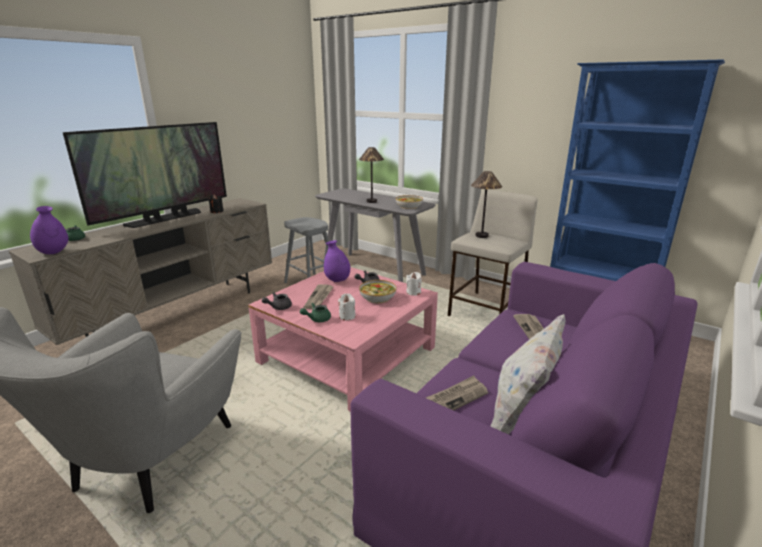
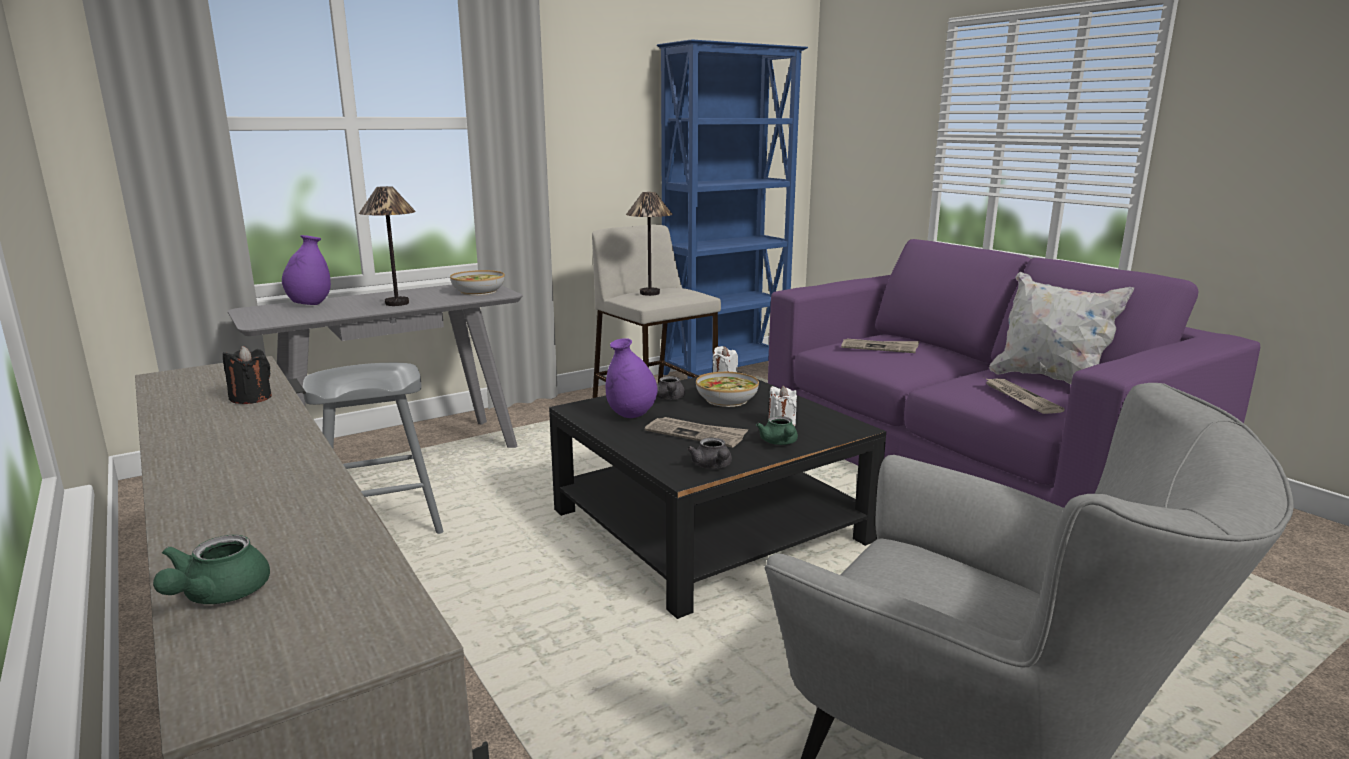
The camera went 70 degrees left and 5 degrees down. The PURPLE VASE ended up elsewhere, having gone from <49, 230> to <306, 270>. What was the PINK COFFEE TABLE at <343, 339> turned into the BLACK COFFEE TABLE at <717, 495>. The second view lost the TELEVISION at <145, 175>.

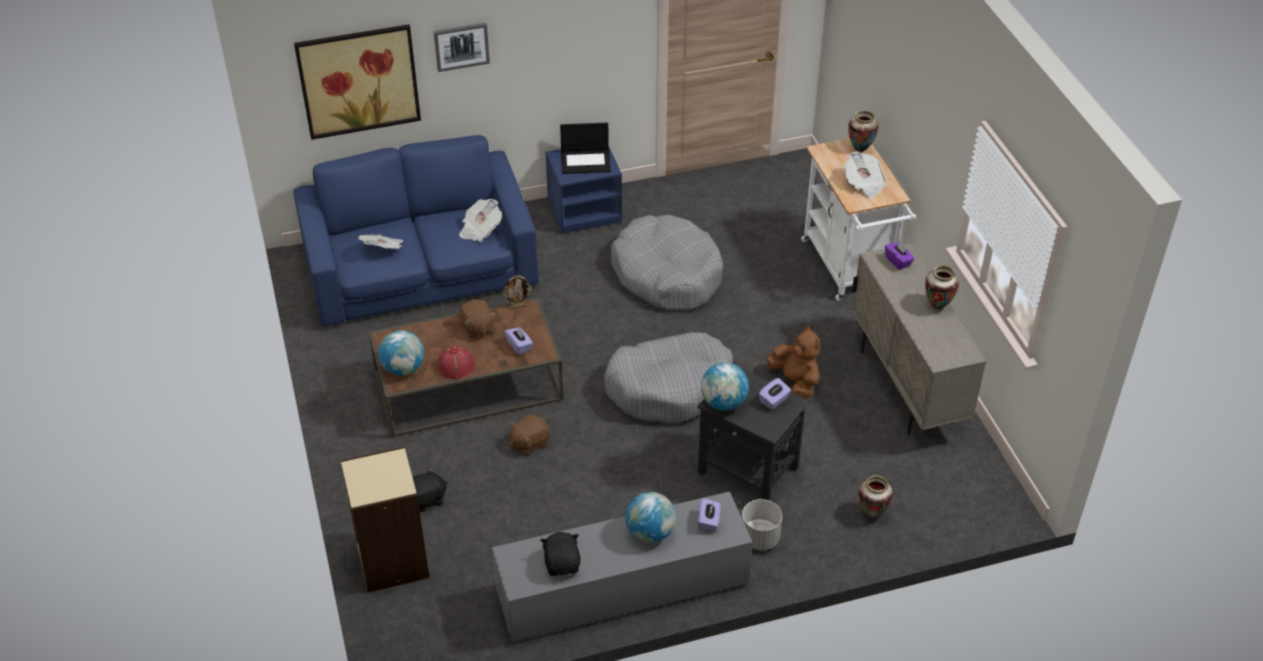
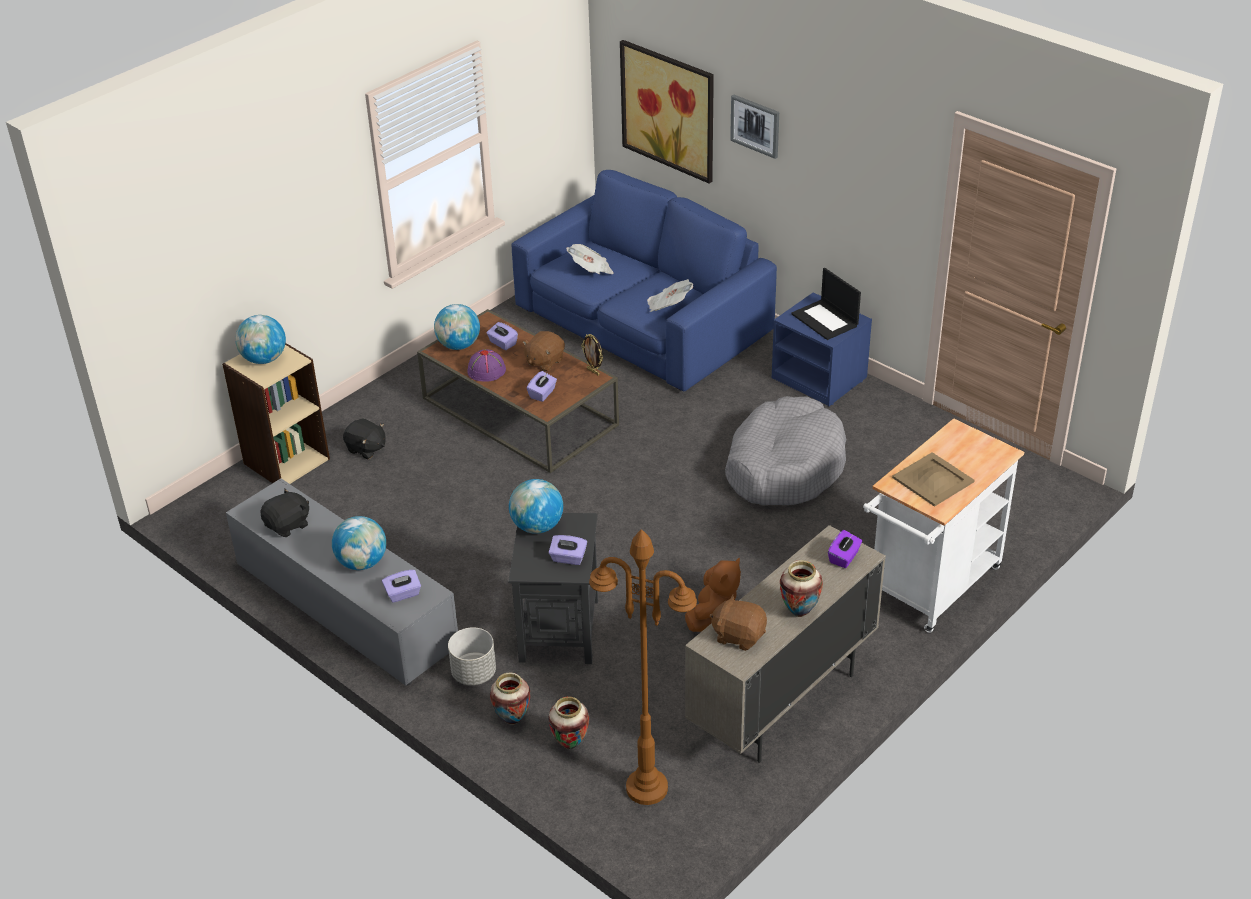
The camera went 60 degrees right and 5 degrees down. The second view gained the GLOBE at <260, 339>. What was the RED HAT at <456, 362> turned into the PURPLE HAT at <486, 365>. The second view gained the PURPLE TISSUE BOX at <502, 336>. The VASE ended up elsewhere, having gone from <863, 131> to <510, 698>. The second view gained the BROWN FLOOR LAMP at <643, 667>. The BROWN PLUSH TOY ended up elsewhere, having gone from <529, 434> to <738, 622>. Where the NEWSPAPER stood at <865, 175>, the BEIGE TRAY came to stand at <933, 479>. The second view lost the GREY DOG BED at <668, 378>.

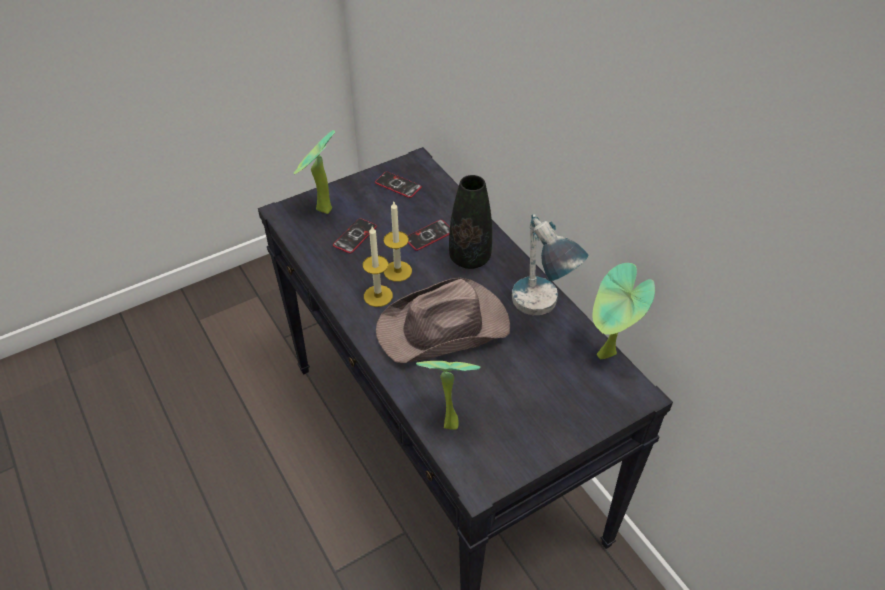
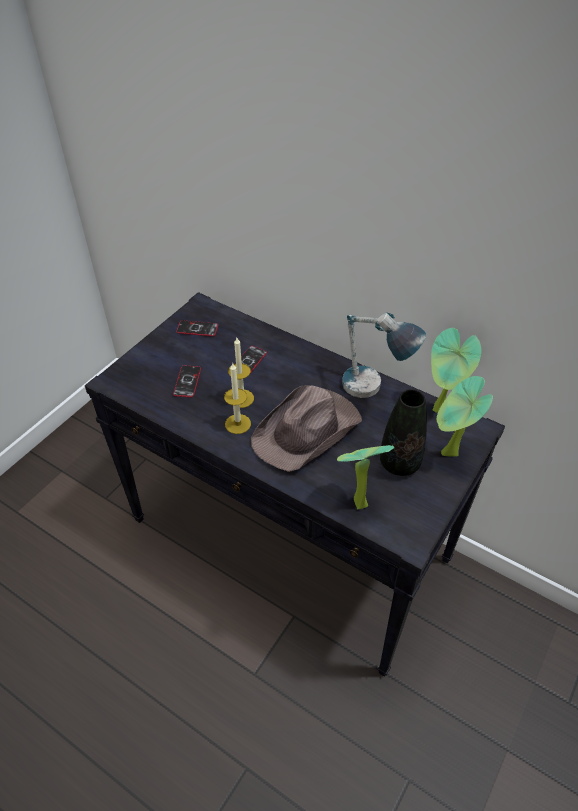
The camera went 25 degrees left and 0 degrees up. The BLACK VASE ended up elsewhere, having gone from <470, 222> to <403, 432>. The POTTED PLANT ended up elsewhere, having gone from <314, 172> to <465, 416>.

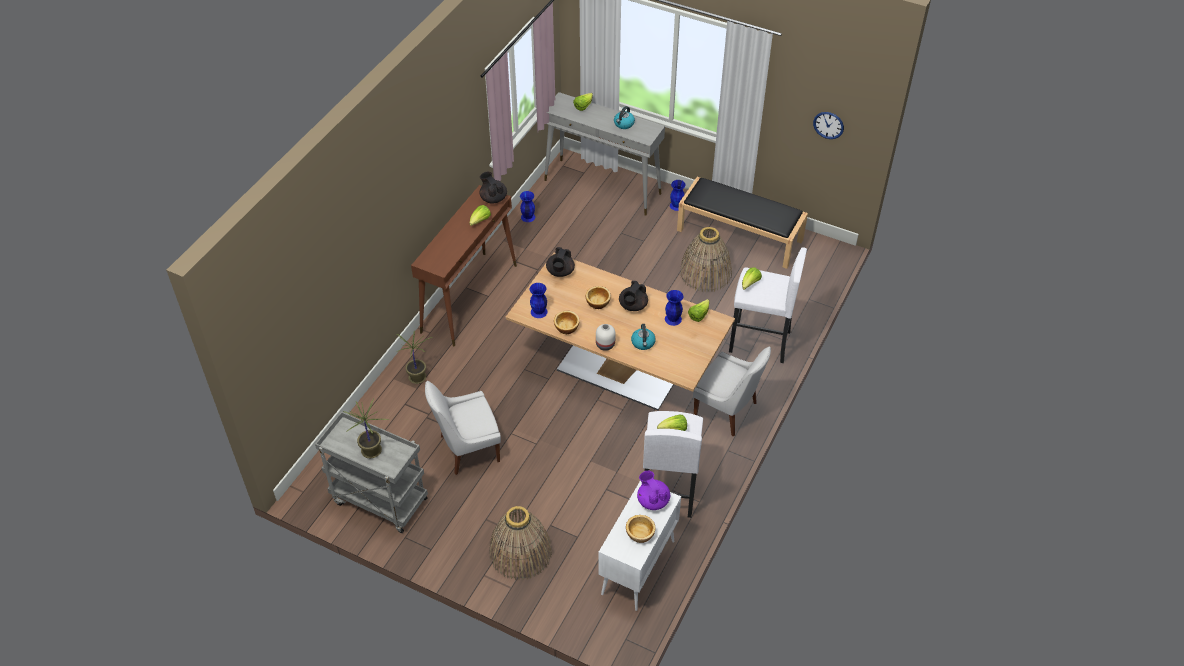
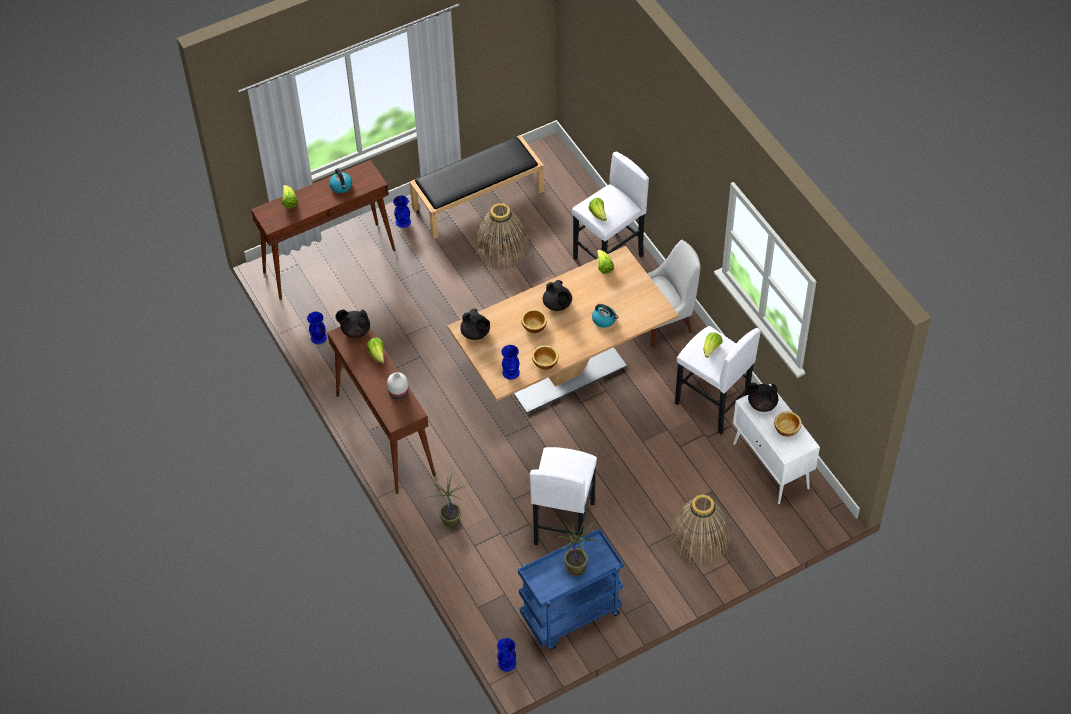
The camera went 55 degrees left and 5 degrees up. What was the GREY CONSOLE TABLE at <604, 154> turned into the BROWN CONSOLE TABLE at <323, 230>. The WHITE VASE ended up elsewhere, having gone from <606, 337> to <397, 385>. The BLUE VASE ended up elsewhere, having gone from <674, 308> to <506, 655>. What was the GREY CART at <371, 472> turned into the BLUE CART at <571, 589>. Where the WHITE CHAIR stood at <463, 428>, the WHITE STOOL came to stand at <563, 496>. What was the PURPLE TEAPOT at <653, 490> turned into the BLACK TEAPOT at <762, 397>. The second view lost the WALL CLOCK at <828, 125>.

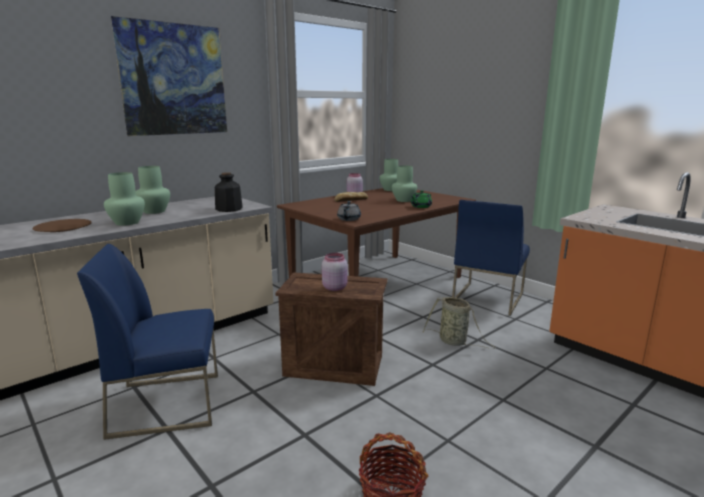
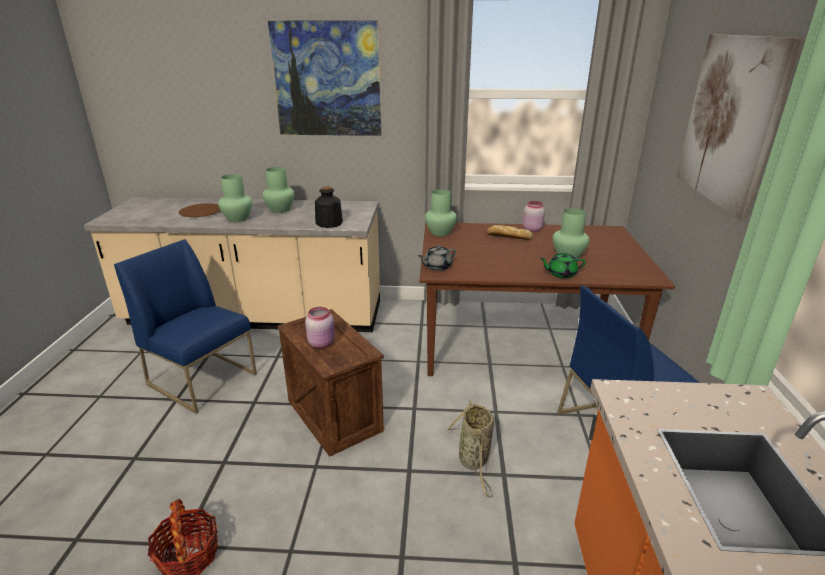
The camera went 45 degrees right and 10 degrees up. The GREEN VASE ended up elsewhere, having gone from <388, 175> to <441, 212>. The second view gained the PICTURE at <739, 127>.

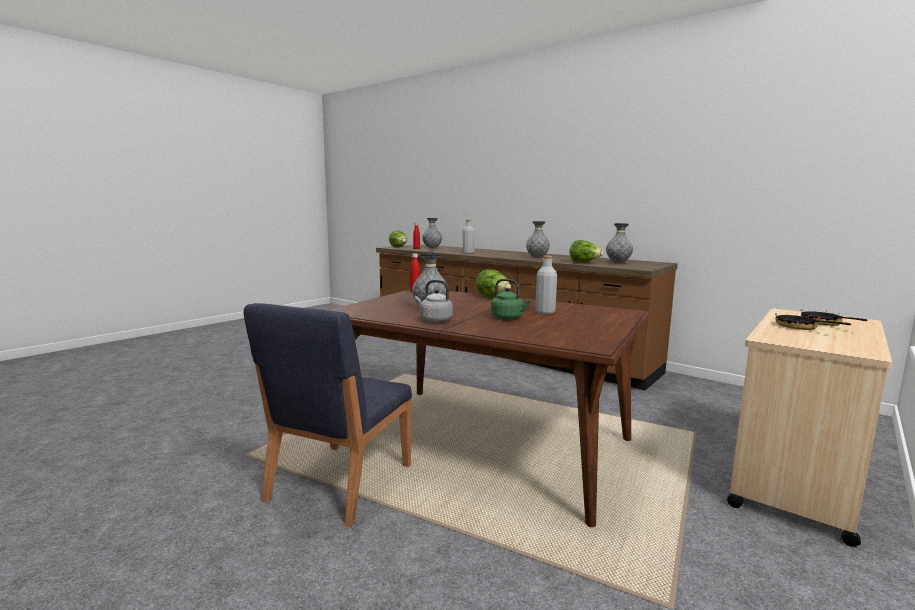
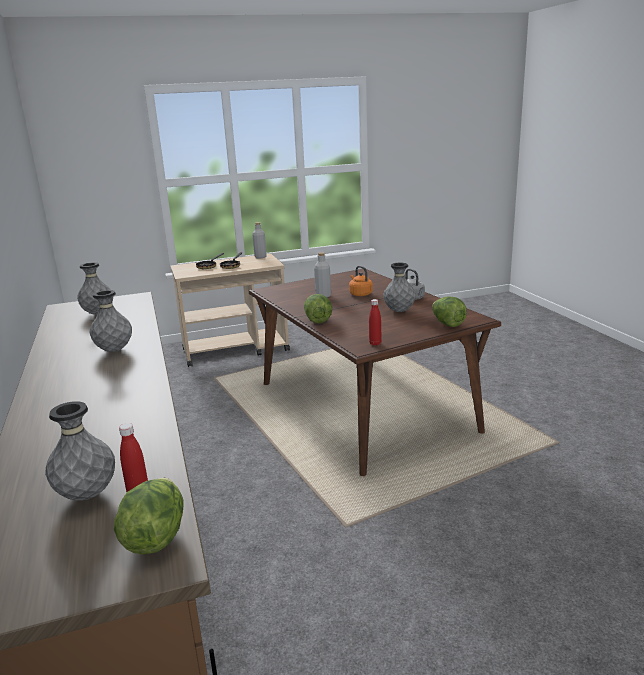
The camera went 145 degrees left and 10 degrees up. The GREY BOTTLE ended up elsewhere, having gone from <468, 237> to <260, 240>. What was the GREEN KETTLE at <511, 299> turned into the ORANGE KETTLE at <361, 281>. The LETTUCE ended up elsewhere, having gone from <586, 251> to <449, 311>. The second view lost the BLUE CHAIR at <328, 415>.

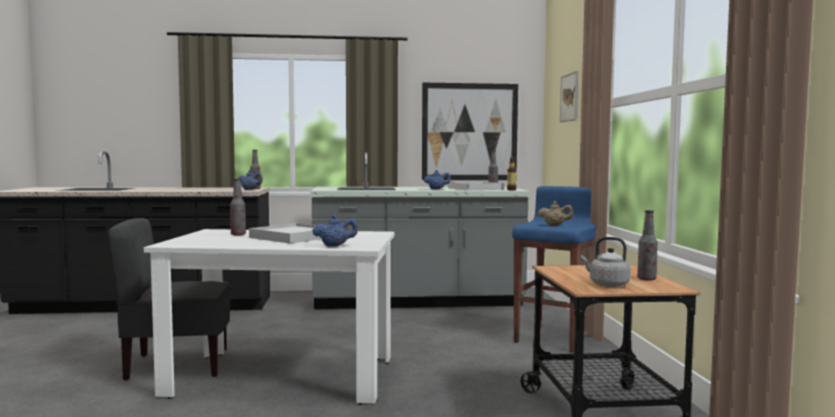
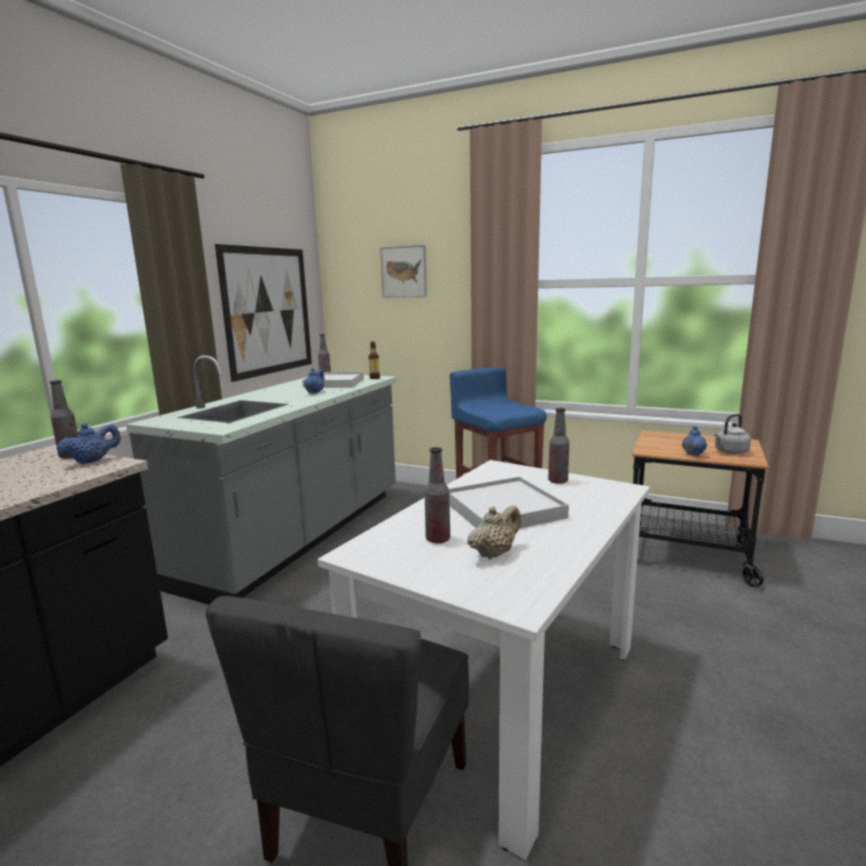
The camera went 60 degrees left and 10 degrees up. The BEIGE TEAPOT ended up elsewhere, having gone from <555, 213> to <494, 532>. The BOTTLE ended up elsewhere, having gone from <647, 245> to <558, 446>. The BLUE TEAPOT ended up elsewhere, having gone from <335, 231> to <694, 441>.

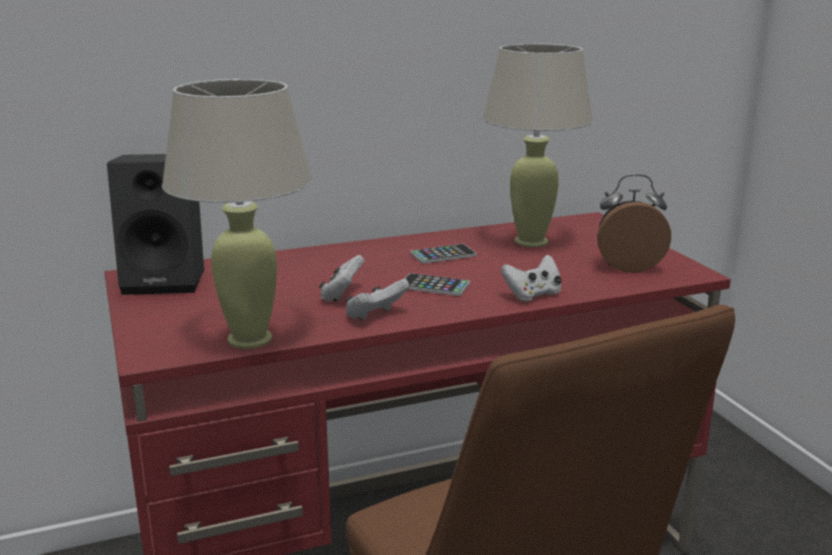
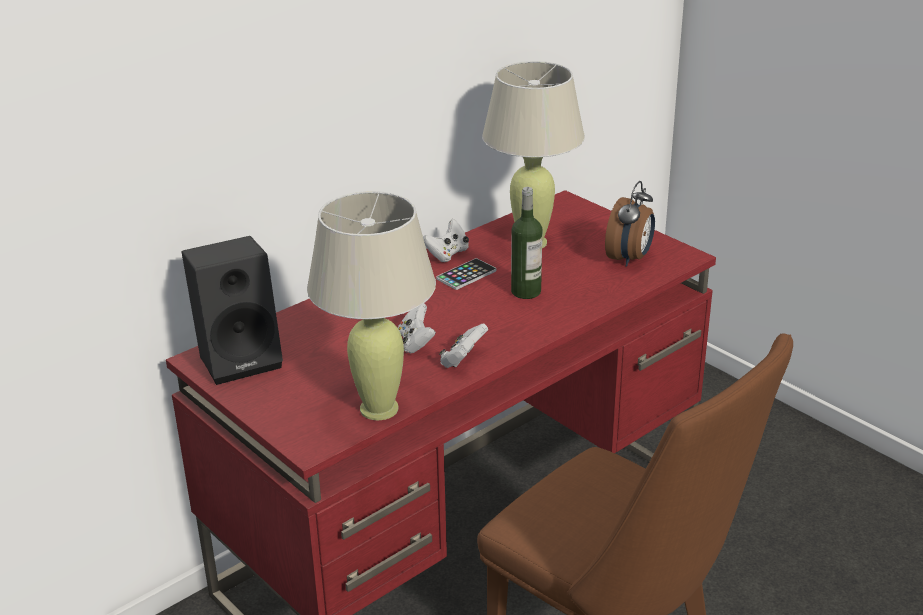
The camera went 20 degrees left and 10 degrees up. The WHITE GAME CONTROLLER ended up elsewhere, having gone from <531, 277> to <446, 240>. The second view gained the BOTTLE at <526, 243>. The ALARM CLOCK at <634, 223> ended up facing another way, 135 degrees clockwise from before. The second view lost the PHONE at <437, 284>.

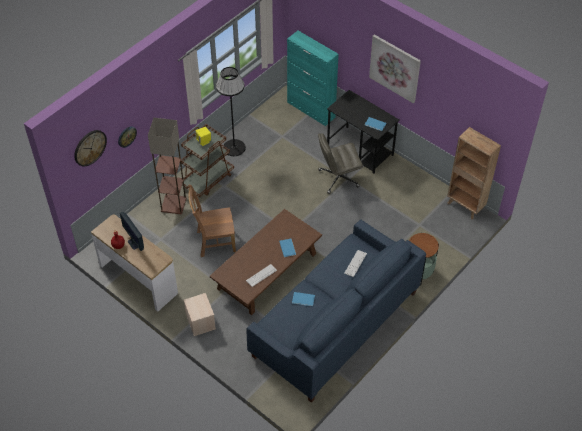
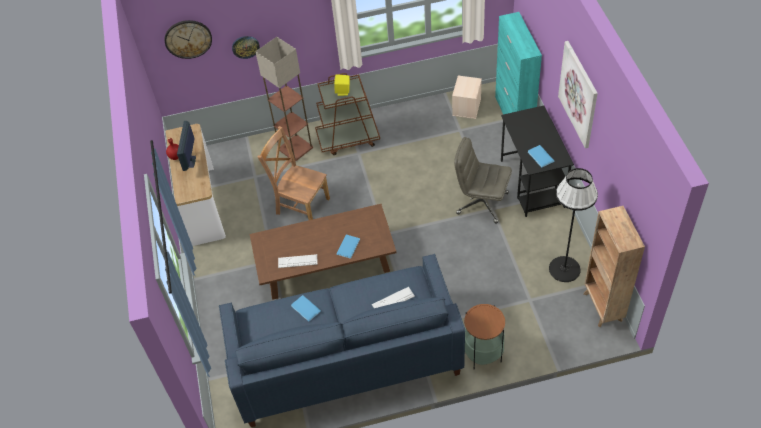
The camera went 40 degrees right and 0 degrees up. The BEIGE STORAGE BOX ended up elsewhere, having gone from <200, 314> to <467, 97>. The BLACK FLOOR LAMP ended up elsewhere, having gone from <231, 111> to <573, 225>.

